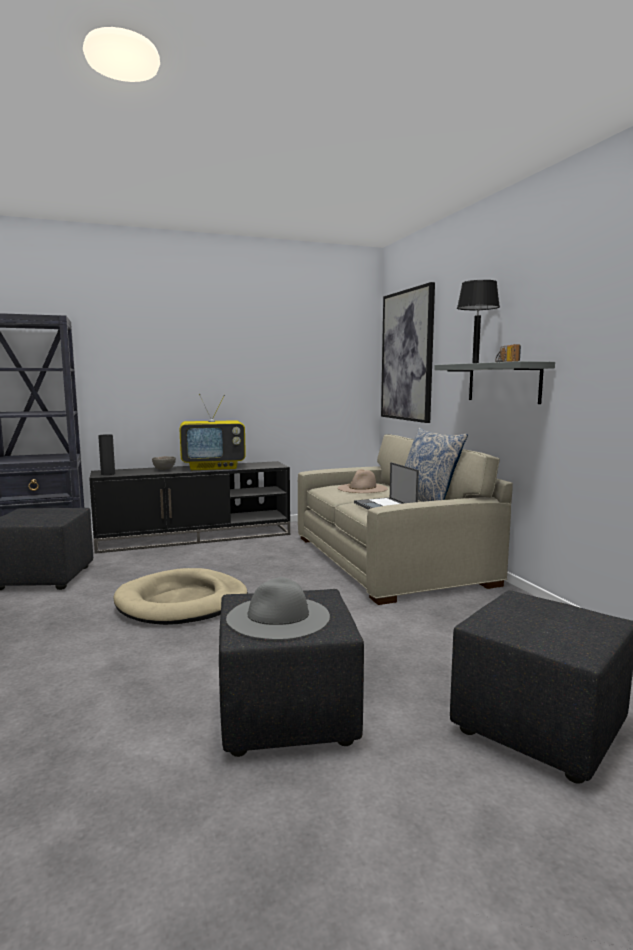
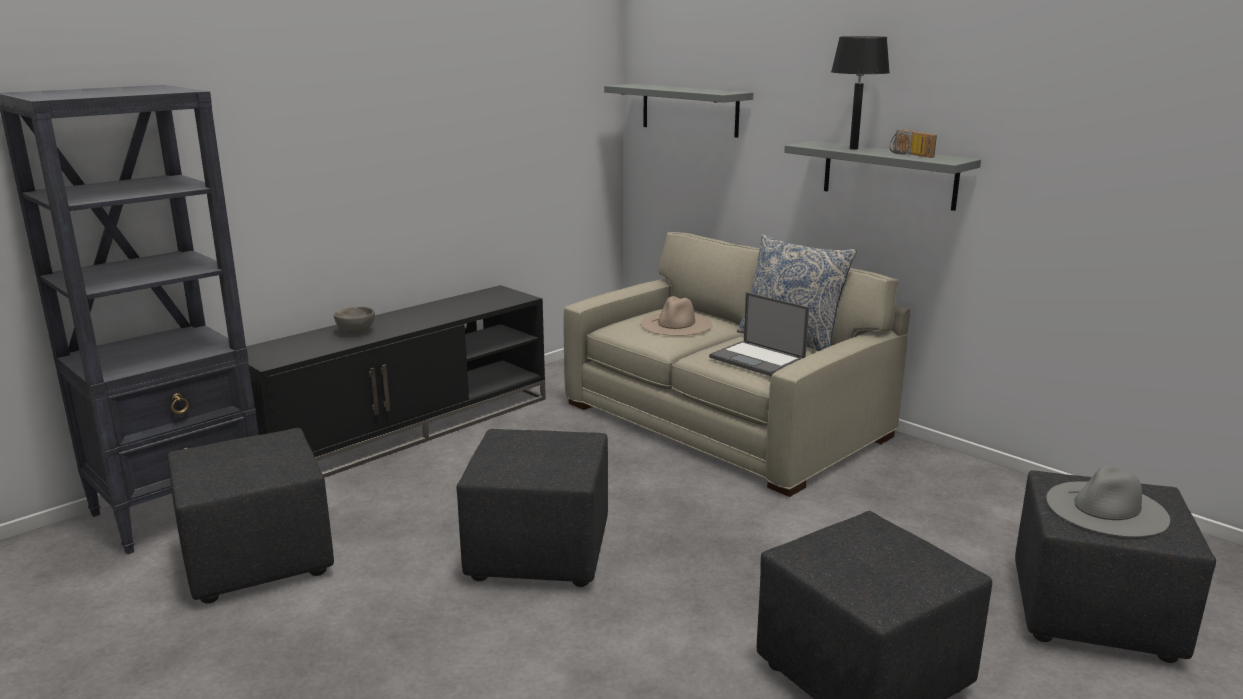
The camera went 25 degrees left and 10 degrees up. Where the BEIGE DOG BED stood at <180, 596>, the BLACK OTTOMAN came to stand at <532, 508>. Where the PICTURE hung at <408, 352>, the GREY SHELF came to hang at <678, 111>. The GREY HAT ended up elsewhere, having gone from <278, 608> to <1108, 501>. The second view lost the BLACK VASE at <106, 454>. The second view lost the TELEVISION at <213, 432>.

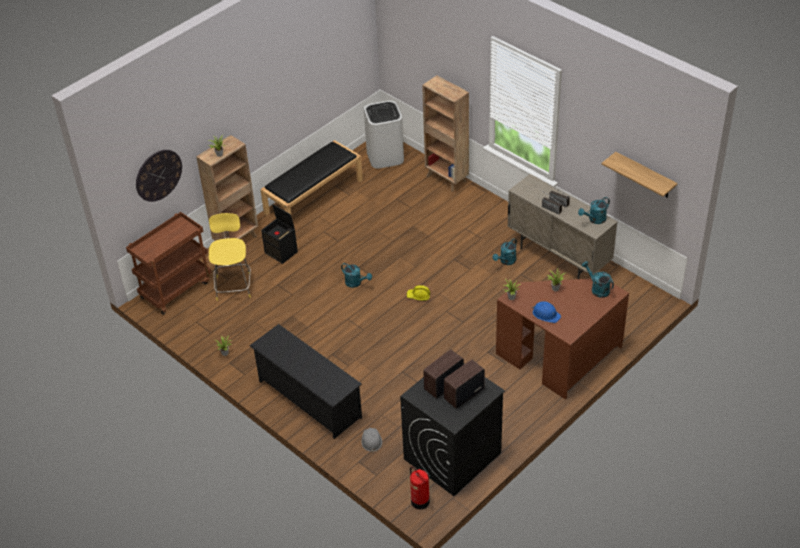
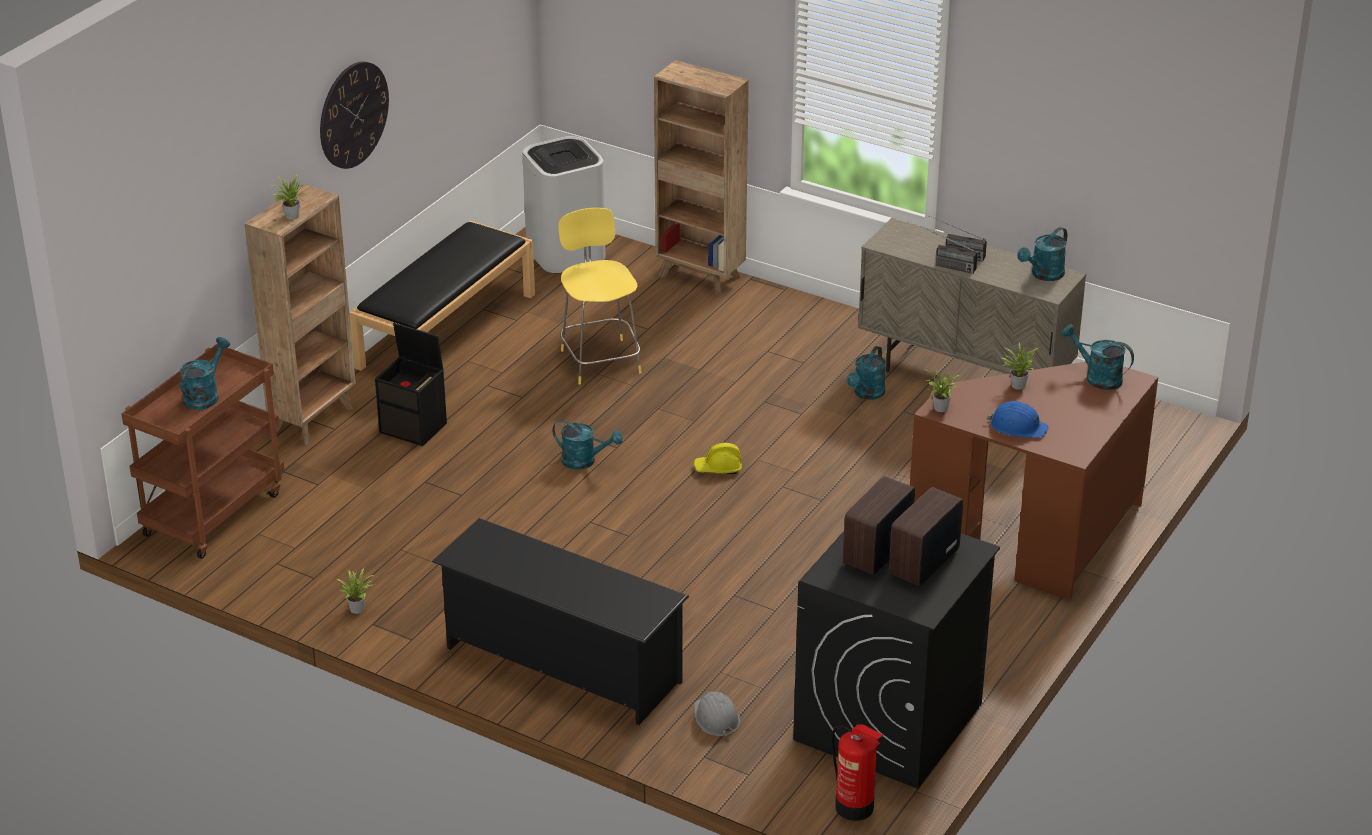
The camera went 15 degrees left and 10 degrees down. The second view gained the TURQUOISE WATERING CAN at <205, 373>. The WALL CLOCK ended up elsewhere, having gone from <159, 176> to <354, 115>. The YELLOW STOOL ended up elsewhere, having gone from <230, 257> to <600, 296>. The second view lost the SHELF at <640, 174>.

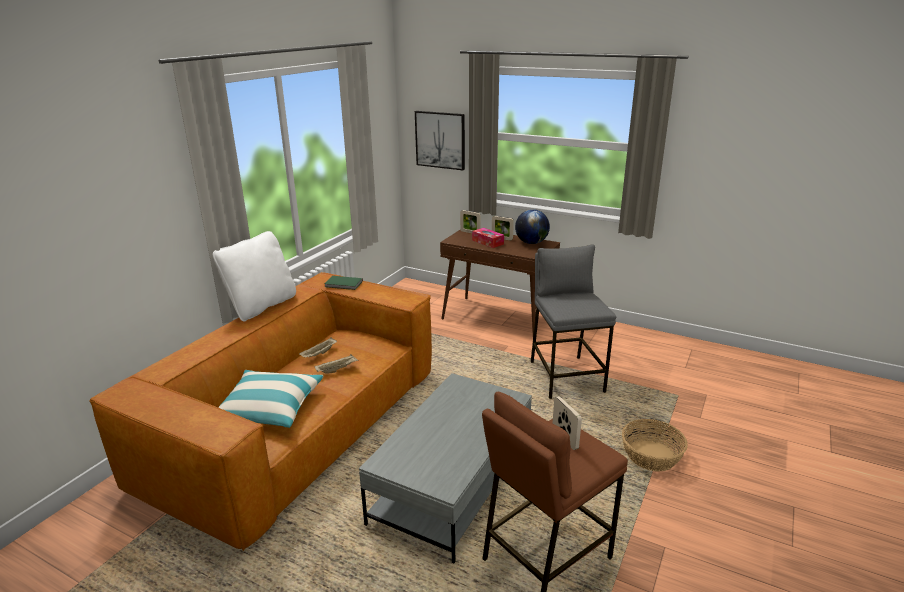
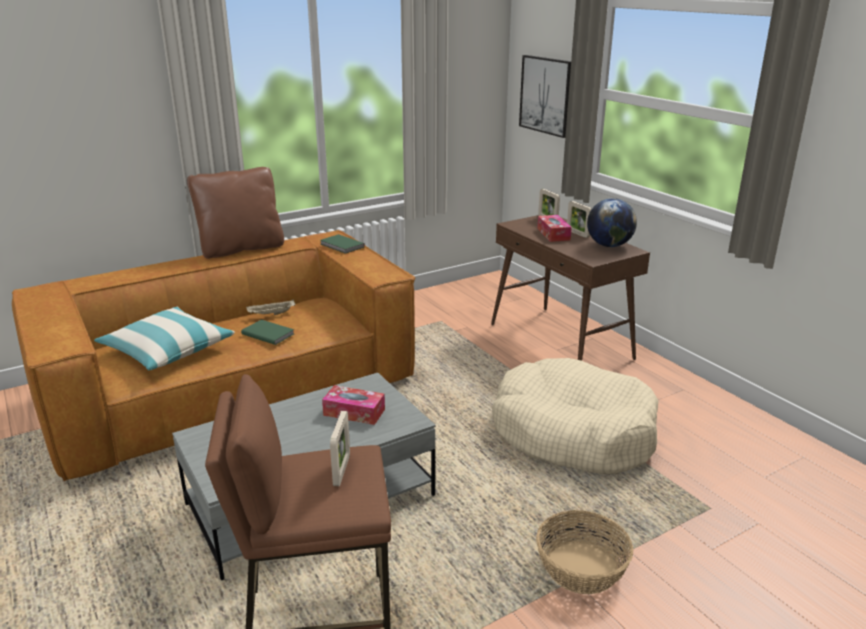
The camera went 30 degrees right and 0 degrees up. What was the WHITE PILLOW at <254, 276> turned into the BROWN PILLOW at <235, 213>. Where the BEIGE TRAY stood at <336, 363>, the GREEN BOOK came to stand at <267, 332>. The second view gained the TISSUE BOX at <353, 405>. Where the GREY STOOL stood at <573, 322>, the BEIGE DOG BED came to stand at <575, 416>.

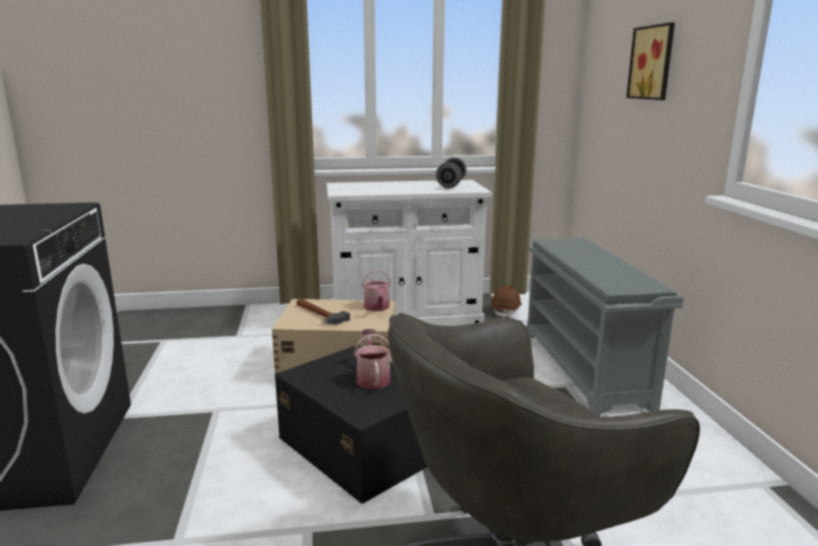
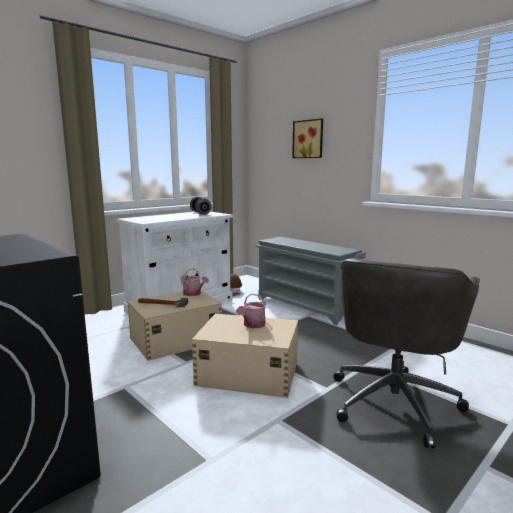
The camera went 35 degrees left and 5 degrees down. What was the BLACK STORAGE BOX at <351, 425> turned into the BEIGE STORAGE BOX at <245, 356>. The WATERING CAN at <372, 359> ended up facing another way, 105 degrees counterclockwise from before.

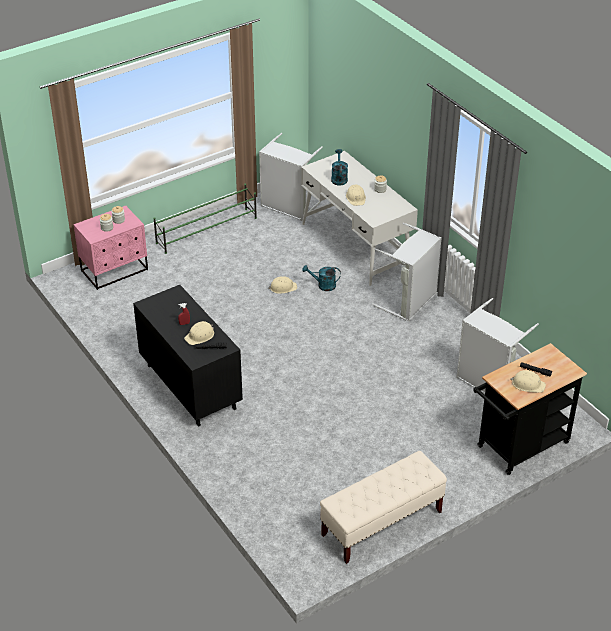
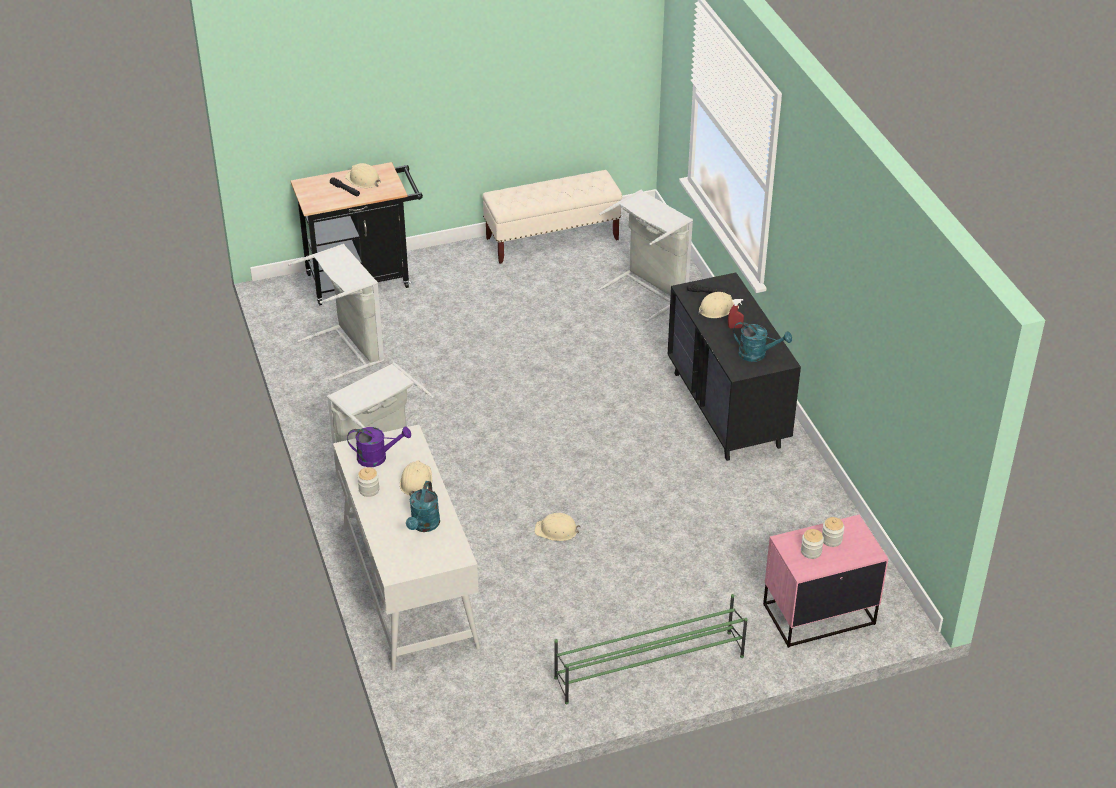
The camera went 165 degrees left and 0 degrees up. The second view gained the PURPLE WATERING CAN at <379, 447>. The GREY LAUNDRY BASKET ended up elsewhere, having gone from <291, 177> to <645, 256>. The TURQUOISE WATERING CAN ended up elsewhere, having gone from <321, 278> to <762, 342>.

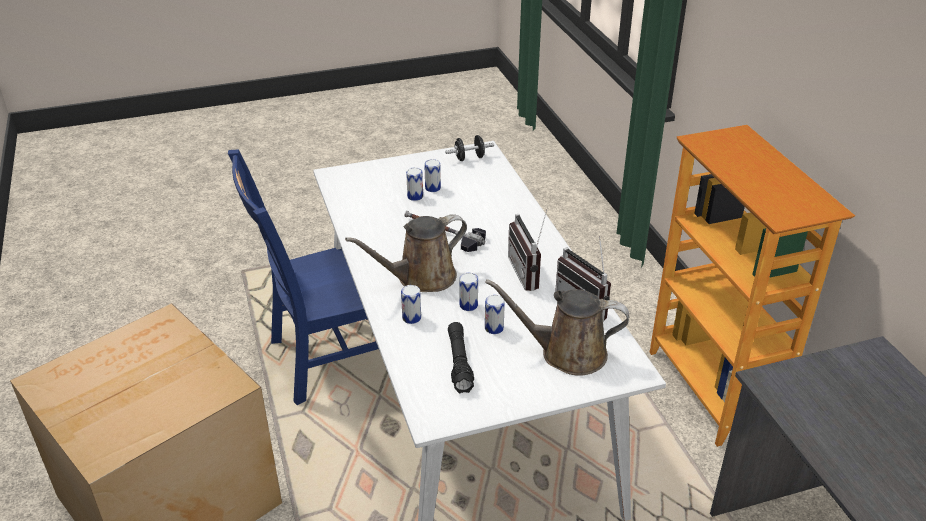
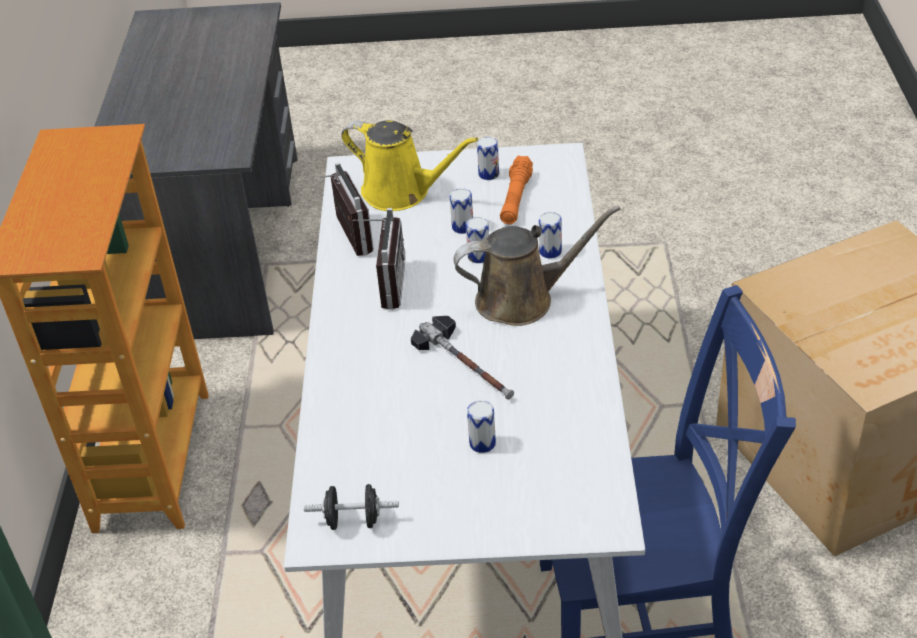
The camera went 160 degrees left and 5 degrees up. What was the BROWN WATERING CAN at <557, 327> turned into the YELLOW WATERING CAN at <409, 165>. The CAN ended up elsewhere, having gone from <432, 175> to <488, 158>. What was the BLACK FLASHLIGHT at <461, 357> turned into the ORANGE FLASHLIGHT at <516, 189>.

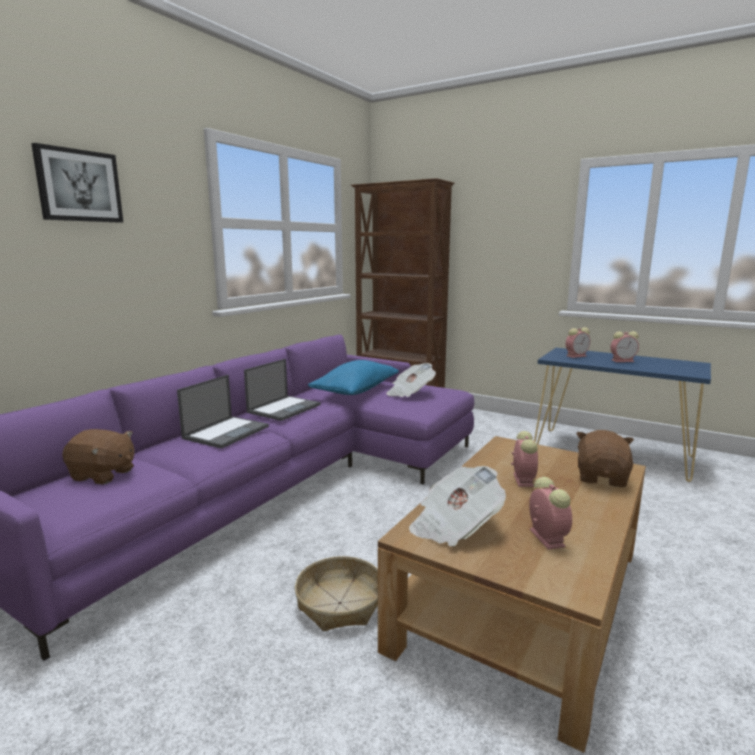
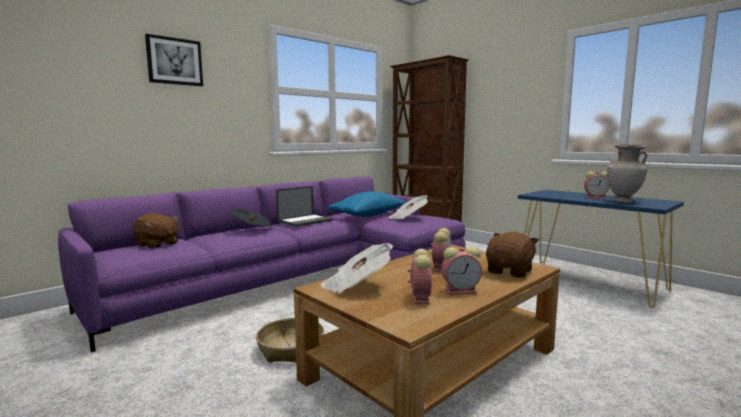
The camera went 15 degrees right and 5 degrees down. Where the LAPTOP stood at <223, 412>, the NEWSPAPER came to stand at <250, 217>. The ALARM CLOCK ended up elsewhere, having gone from <578, 342> to <461, 270>. The second view gained the BEIGE VASE at <627, 173>.

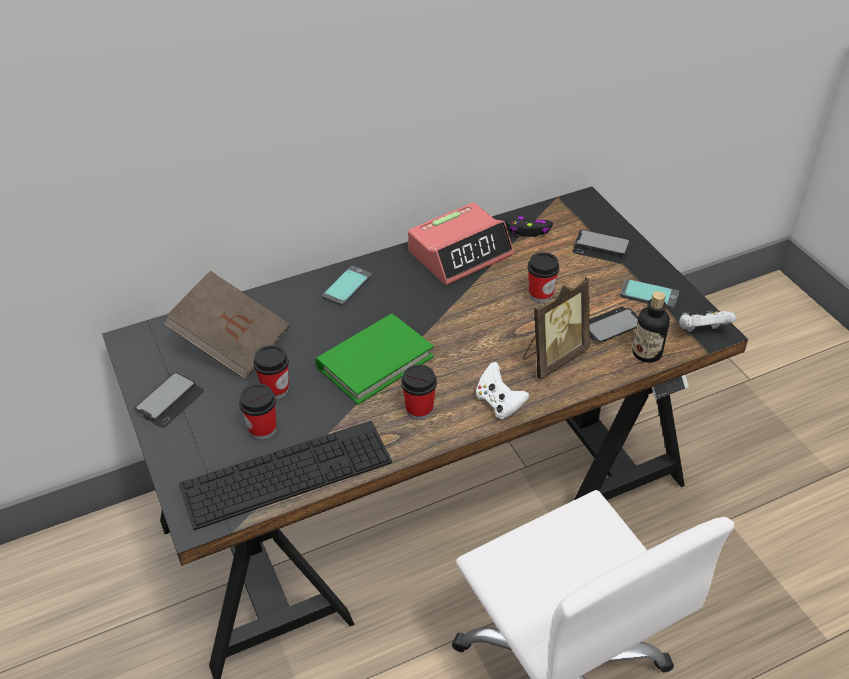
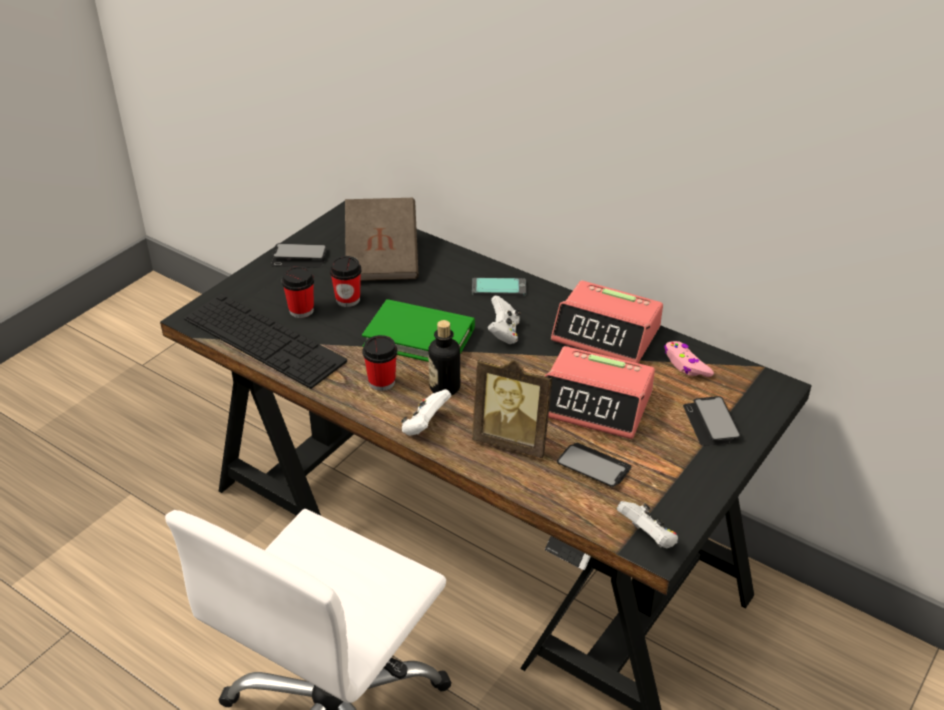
The camera went 60 degrees right and 5 degrees down. The BOTTLE ended up elsewhere, having gone from <651, 327> to <444, 357>. The second view gained the WHITE GAME CONTROLLER at <504, 320>. Where the CUP stood at <544, 277>, the ALARM CLOCK came to stand at <600, 392>. What was the BLACK GAME CONTROLLER at <529, 226> turned into the PINK GAME CONTROLLER at <689, 359>. The second view lost the PHONE at <649, 294>.

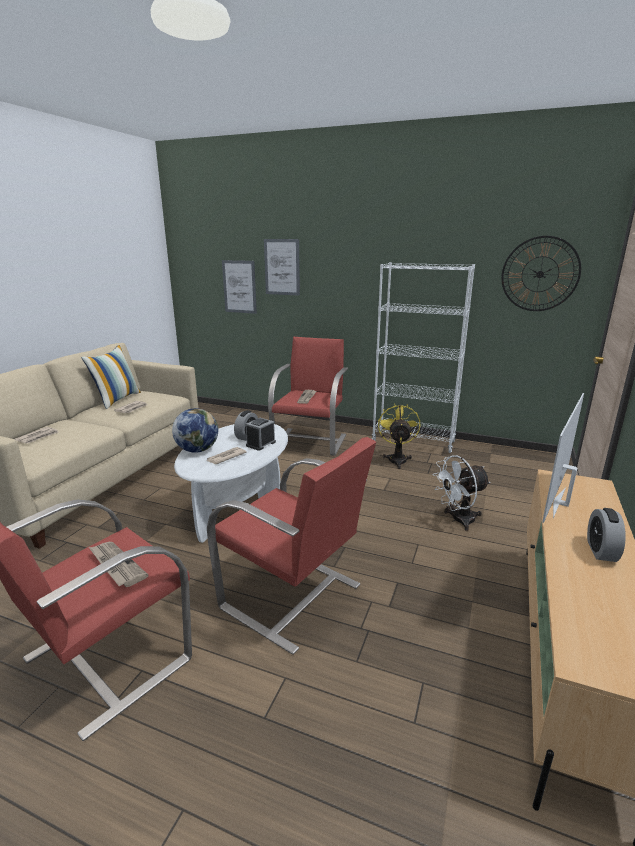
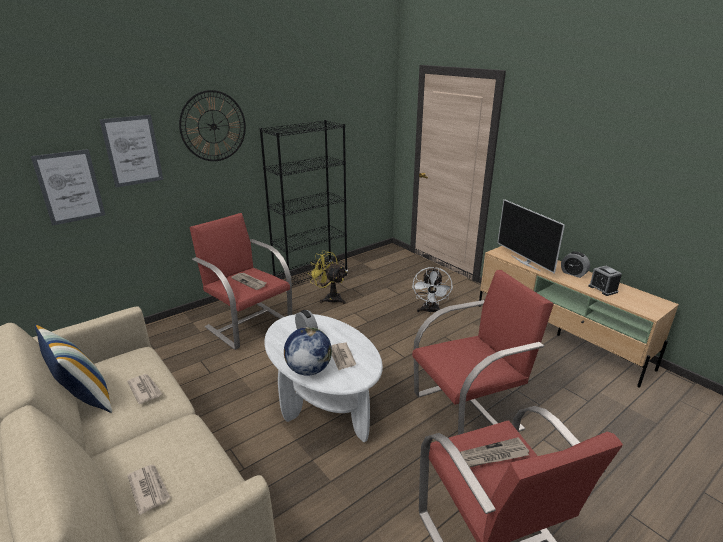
The camera went 60 degrees left and 5 degrees up. The WALL CLOCK ended up elsewhere, having gone from <541, 273> to <212, 125>. What was the WHITE BOOKCASE at <423, 357> turned into the BLACK BOOKCASE at <303, 206>. The ALARM CLOCK ended up elsewhere, having gone from <261, 434> to <605, 281>.

